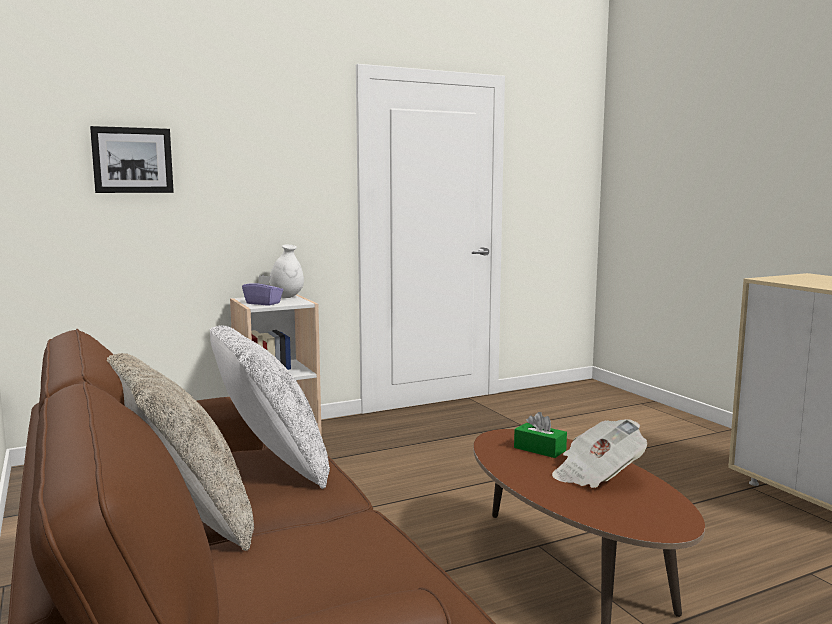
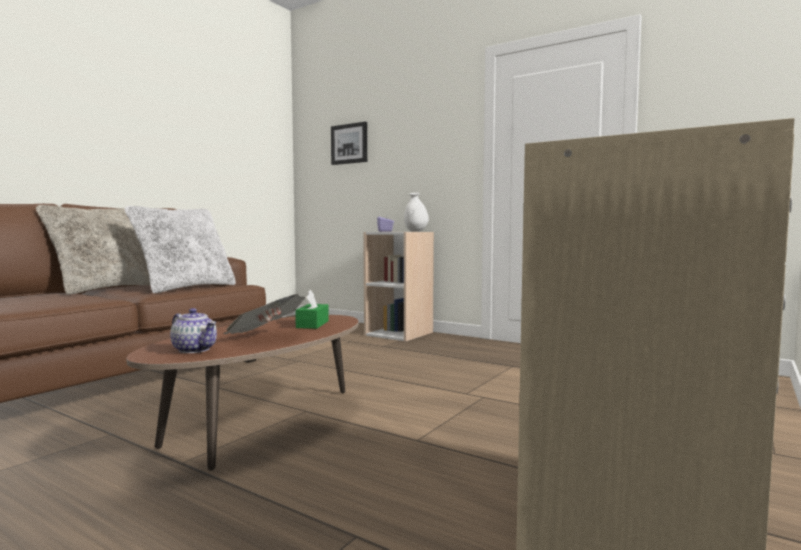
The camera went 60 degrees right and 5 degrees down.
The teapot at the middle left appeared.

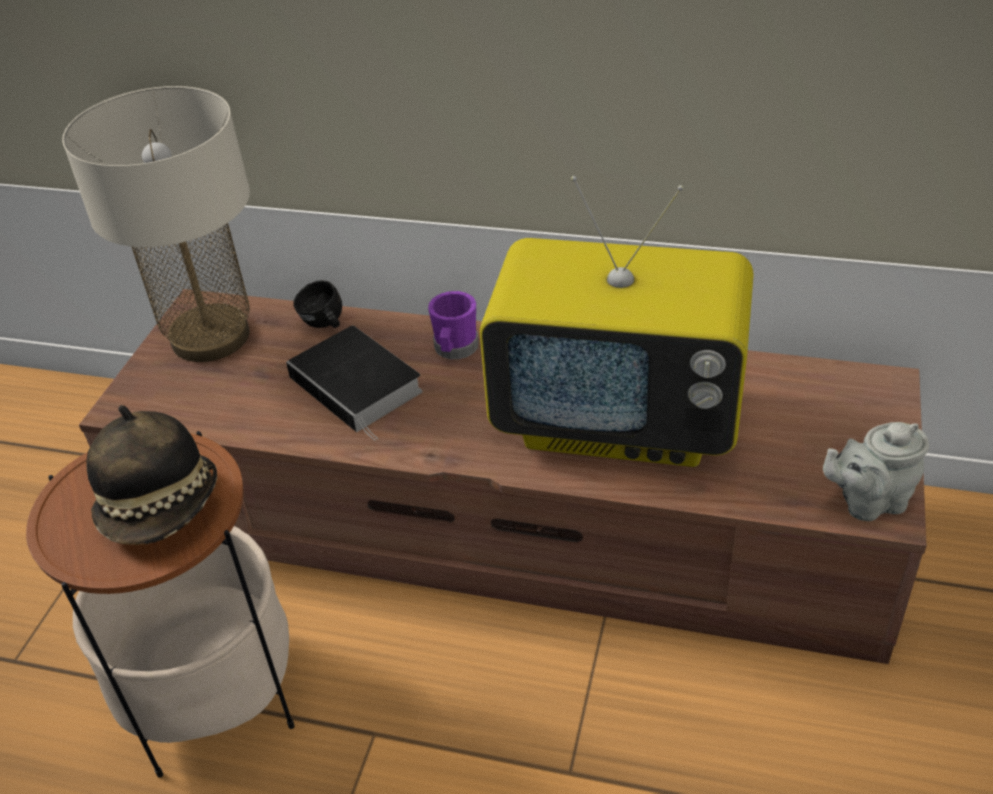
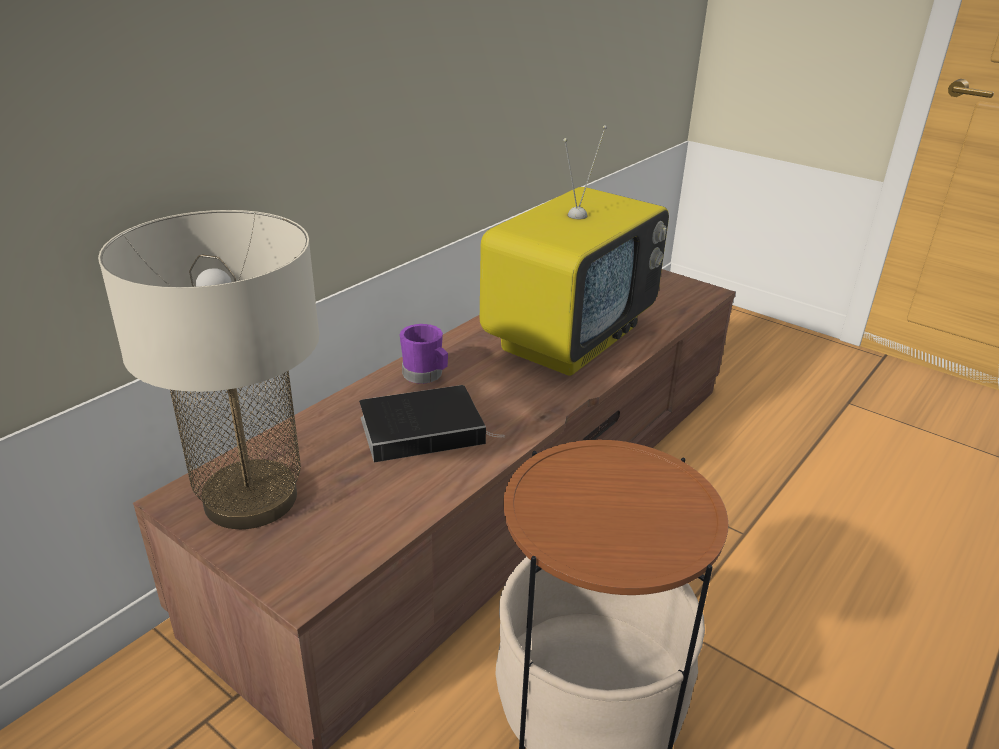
The camera went 70 degrees left and 10 degrees down.
The hat at the middle left disappeared.
The black mug at the middle left disappeared.
The grey teapot at the middle right disappeared.

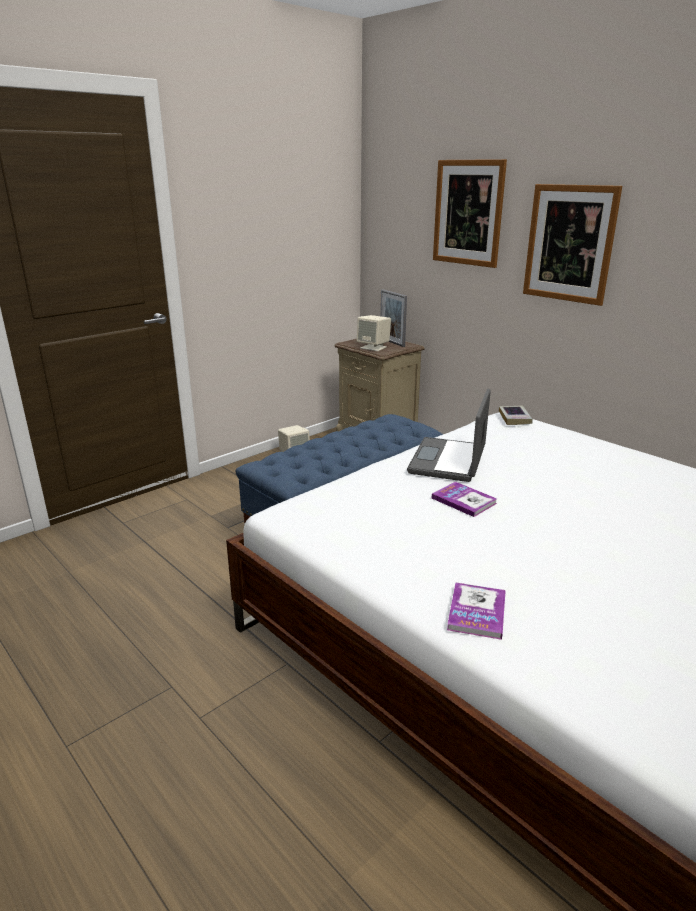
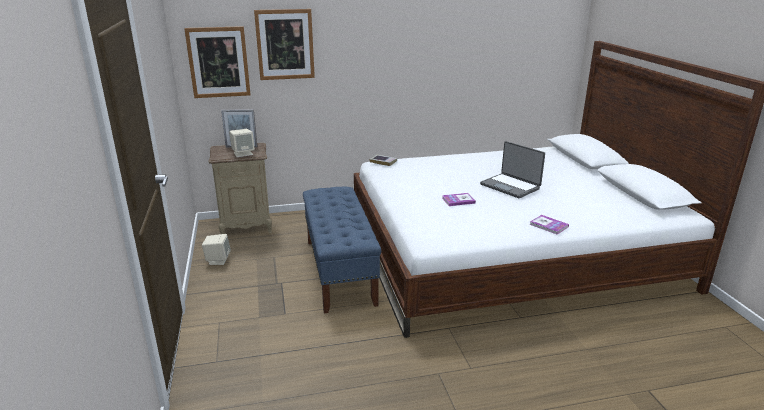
The camera went 60 degrees left and 0 degrees up.
The picture (no. 2 from left in the first image) moved from the top right to the top left.
The laptop moved from the centre to the middle right.

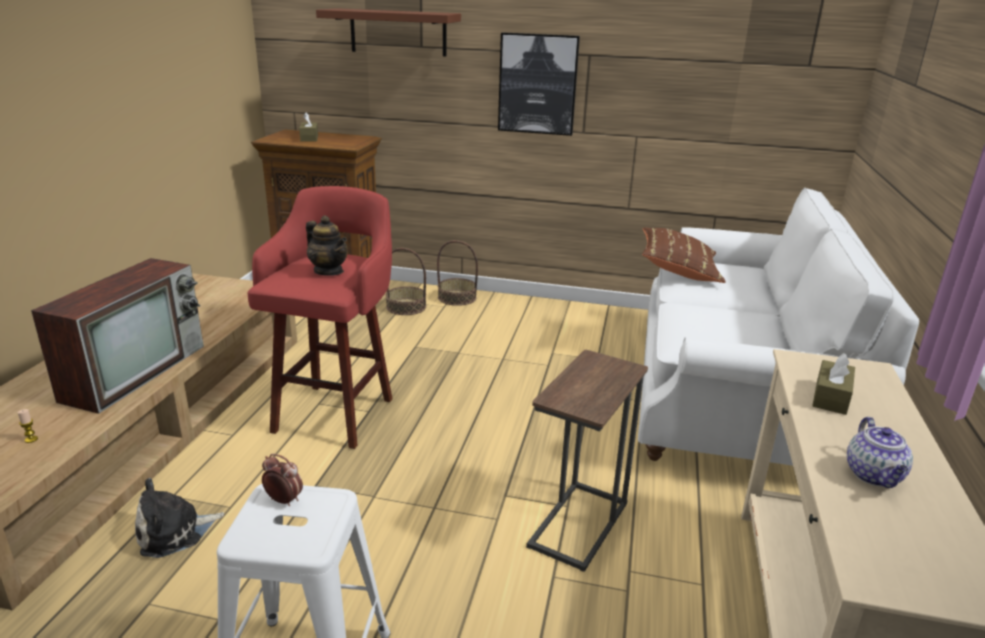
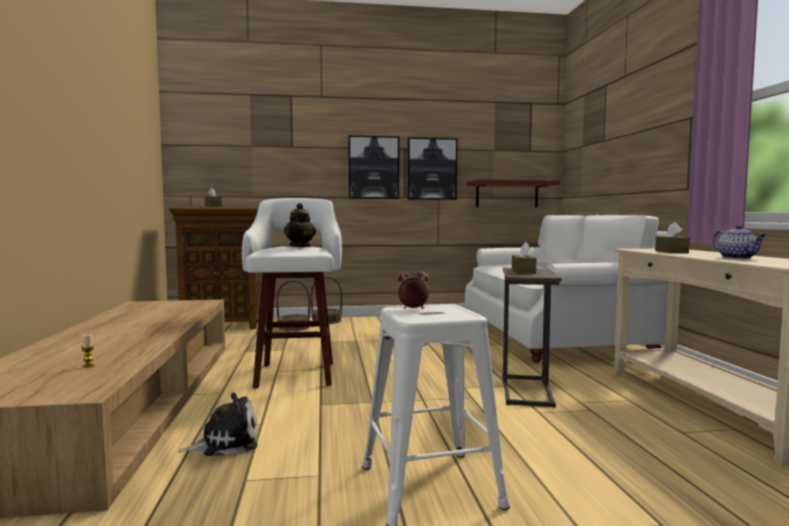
The camera went 20 degrees left and 20 degrees down.
The plush toy at the bottom left turned 150 degrees counterclockwise.
The red stool at the middle left became the white stool (no. 1 from left) at the centre.
The teapot (no. 1 from left) at the middle left turned 75 degrees clockwise.
The picture (no. 2 from left) at the top centre appeared.
The brown shelf moved from the top centre to the centre.
The brown tissue box (no. 2 from left) at the centre appeared.
The television at the middle left disappeared.
The brown pillow at the middle right disappeared.

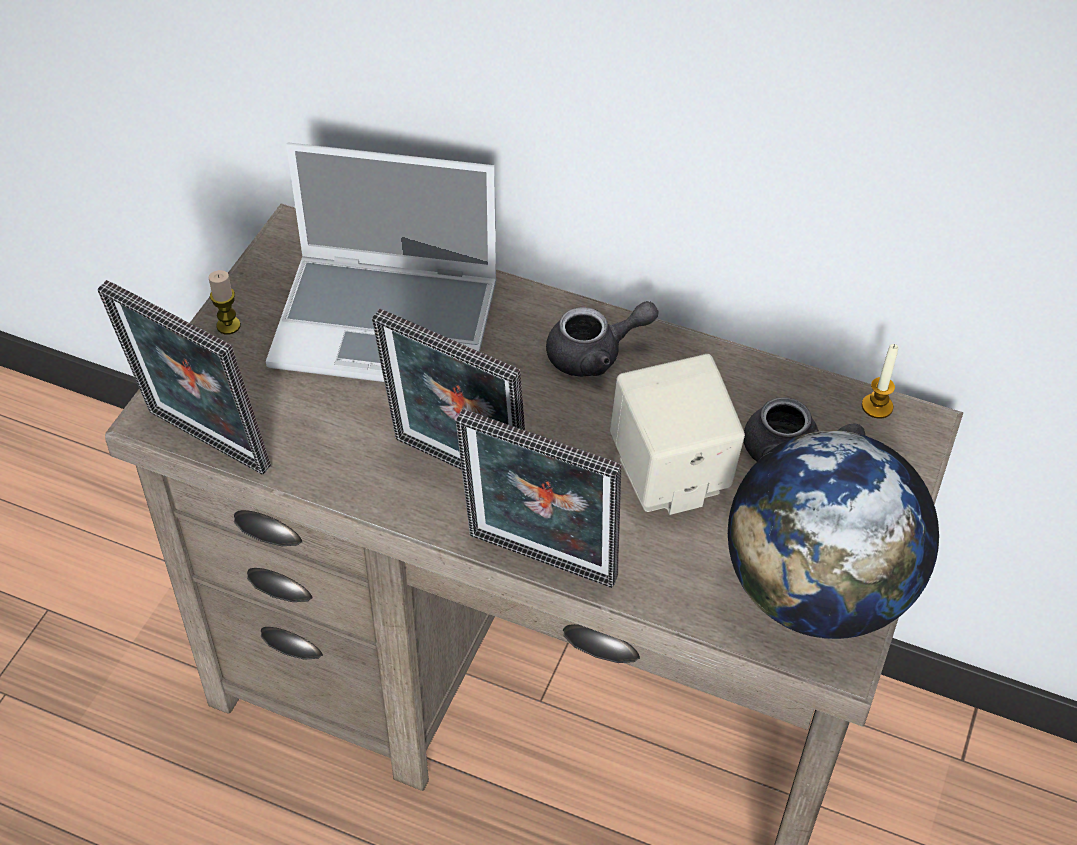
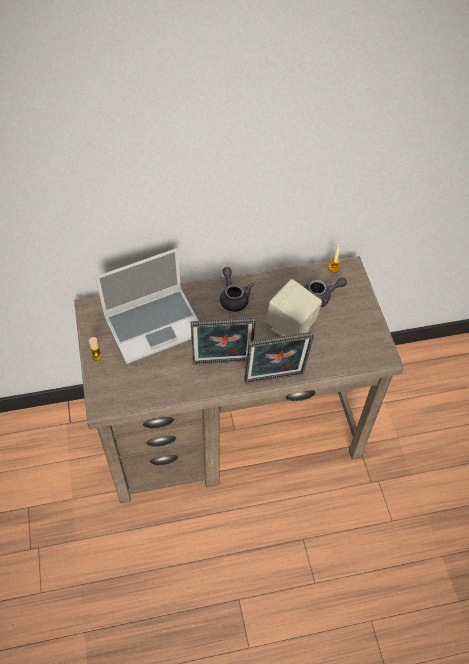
The camera went 35 degrees left and 5 degrees up.
The grey teapot (no. 1 from left) at the centre turned 60 degrees counterclockwise.
The picture frame (no. 1 from left) at the middle left disappeared.
The globe at the middle right disappeared.

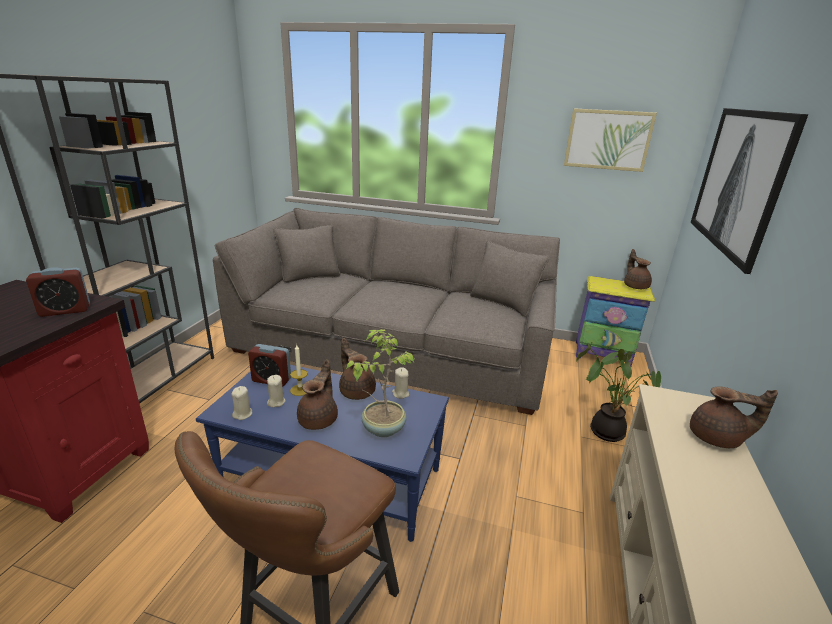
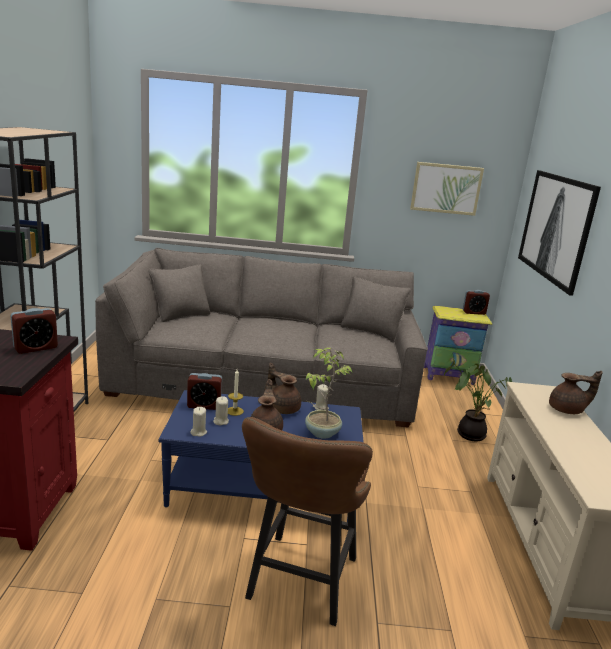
The camera went 15 degrees left and 5 degrees down.
The brown teapot (no. 3 from left) at the middle right was replaced by the alarm clock (no. 3 from left) at the middle right.

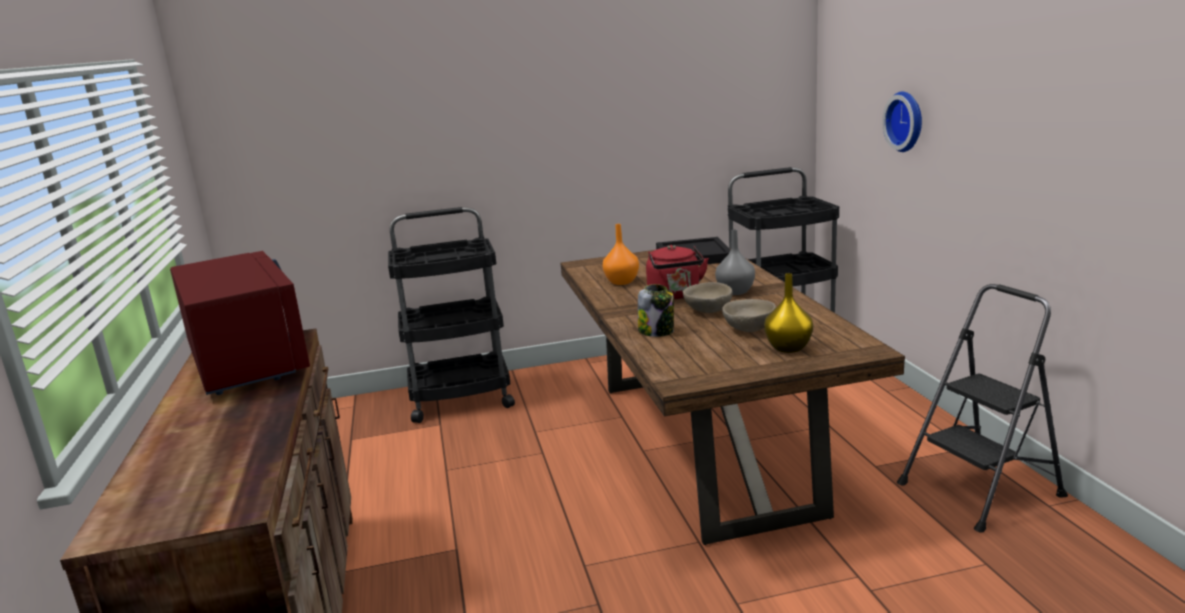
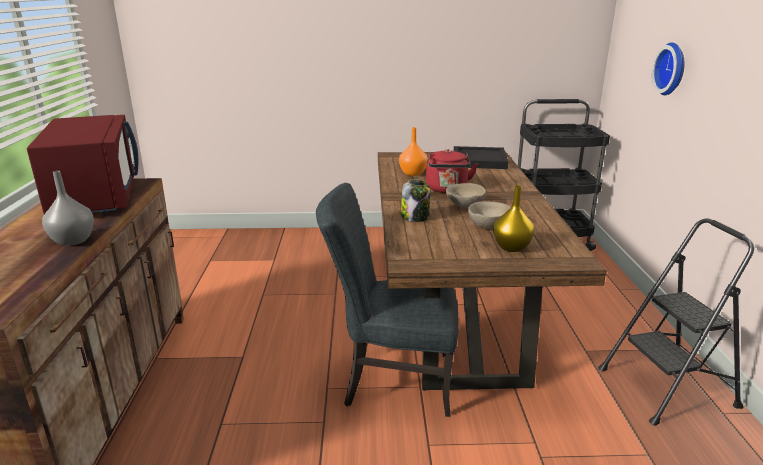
The camera went 10 degrees right and 5 degrees up.
The grey vase moved from the centre to the middle left.
The grey chair at the centre appeared.
The black cart (no. 1 from left) at the centre disappeared.

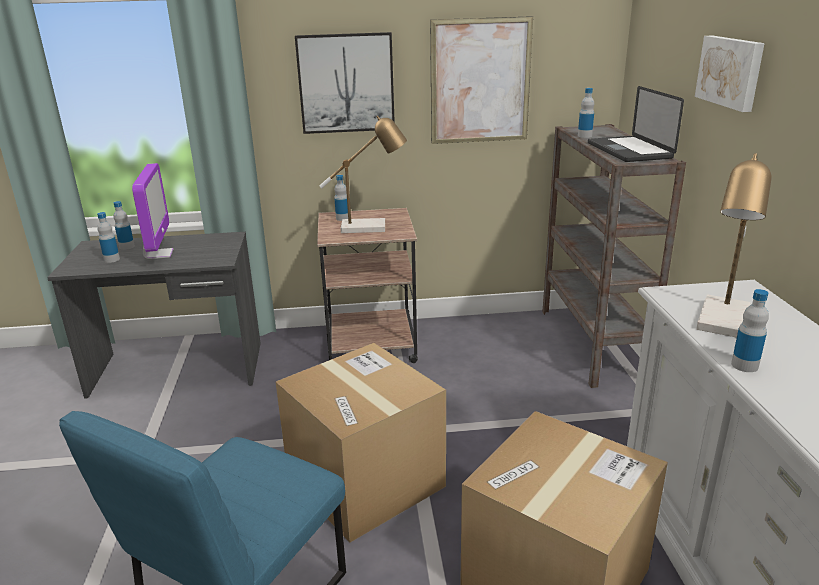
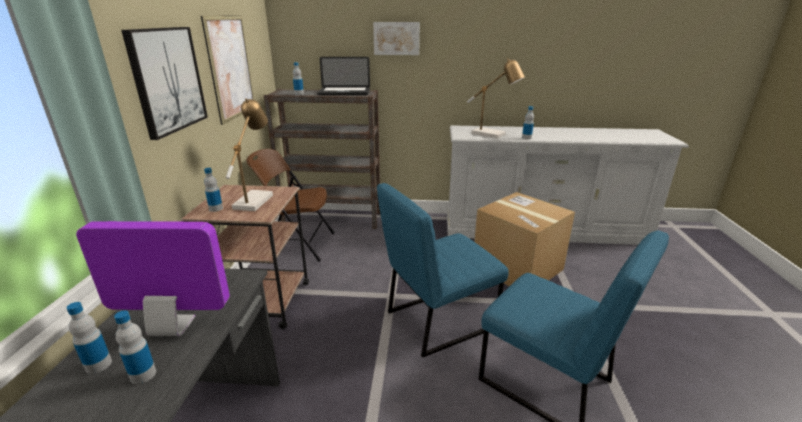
The camera went 80 degrees left and 0 degrees up.
The brown chair at the centre appeared.
The cardboard box (no. 1 from left) at the bottom centre was replaced by the blue chair (no. 1 from left) at the centre.

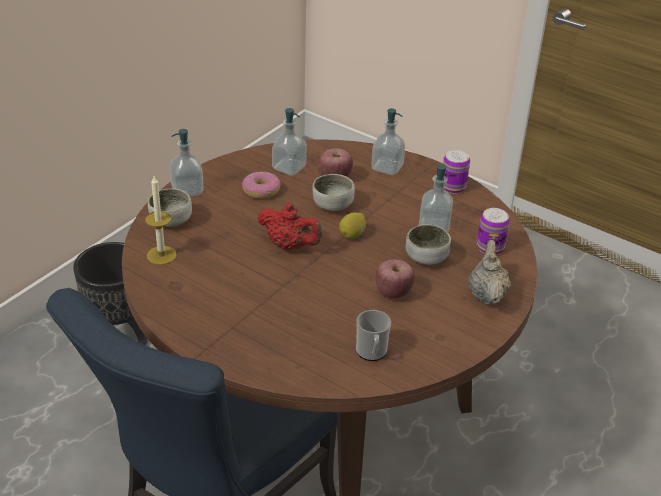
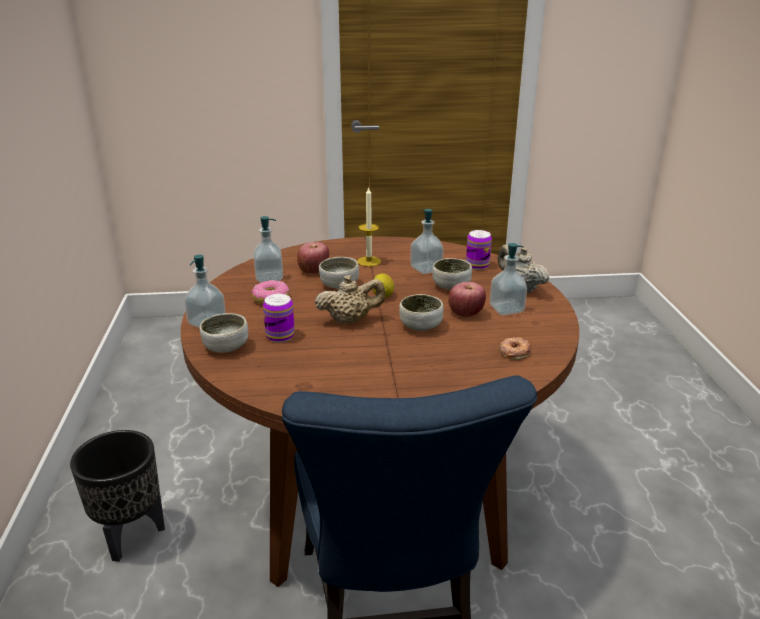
The camera went 40 degrees left and 10 degrees down.
The can (no. 1 from left) moved from the middle right to the centre.
The red teapot at the centre became the beige teapot (no. 1 from left) at the centre.
The candle moved from the middle left to the centre.
The bowl (no. 3 from left) at the centre appeared.
The soap dispenser (no. 3 from left in the first image) moved from the top centre to the middle right.
The mug at the bottom centre was replaced by the donut (no. 2 from left) at the middle right.

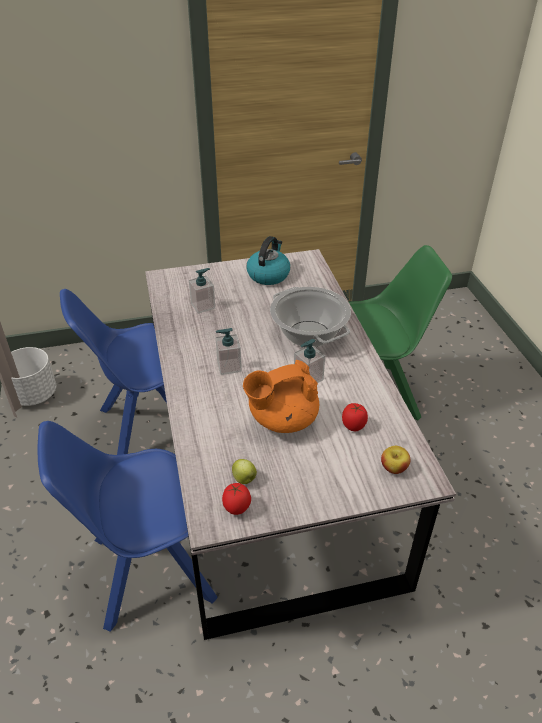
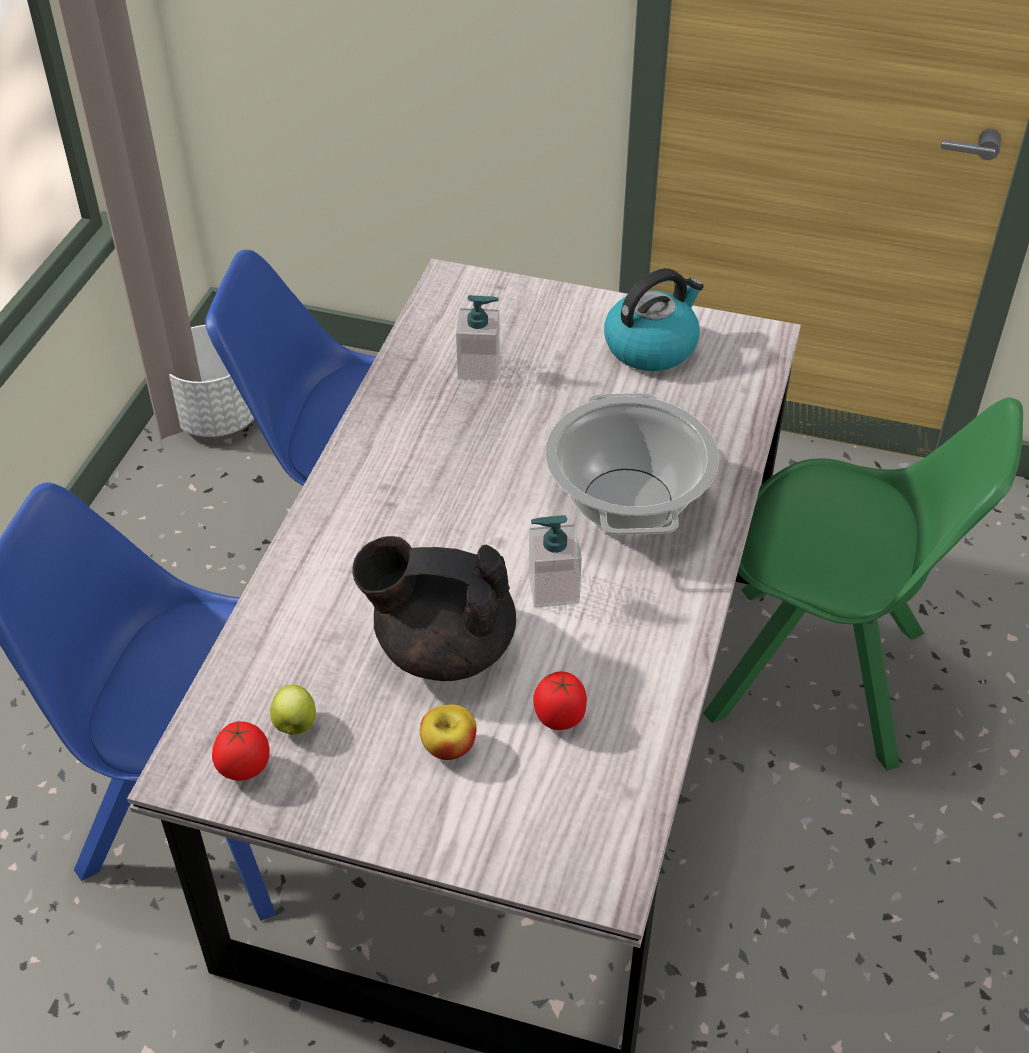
The camera went 30 degrees right and 5 degrees up.
The orange teapot at the centre became the black teapot at the centre.
The apple (no. 2 from left) moved from the middle right to the bottom centre.
The soap dispenser (no. 2 from left) at the centre disappeared.

